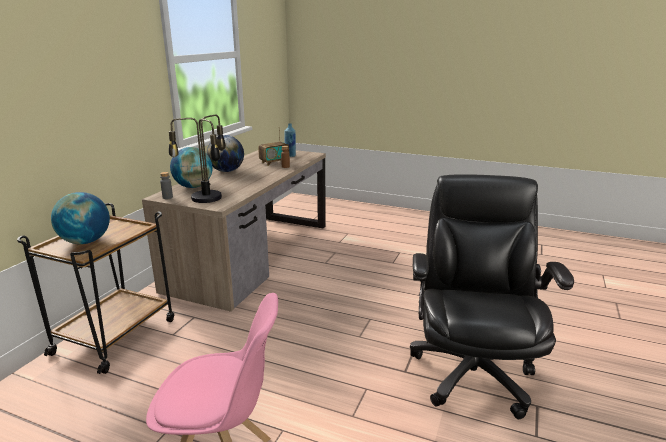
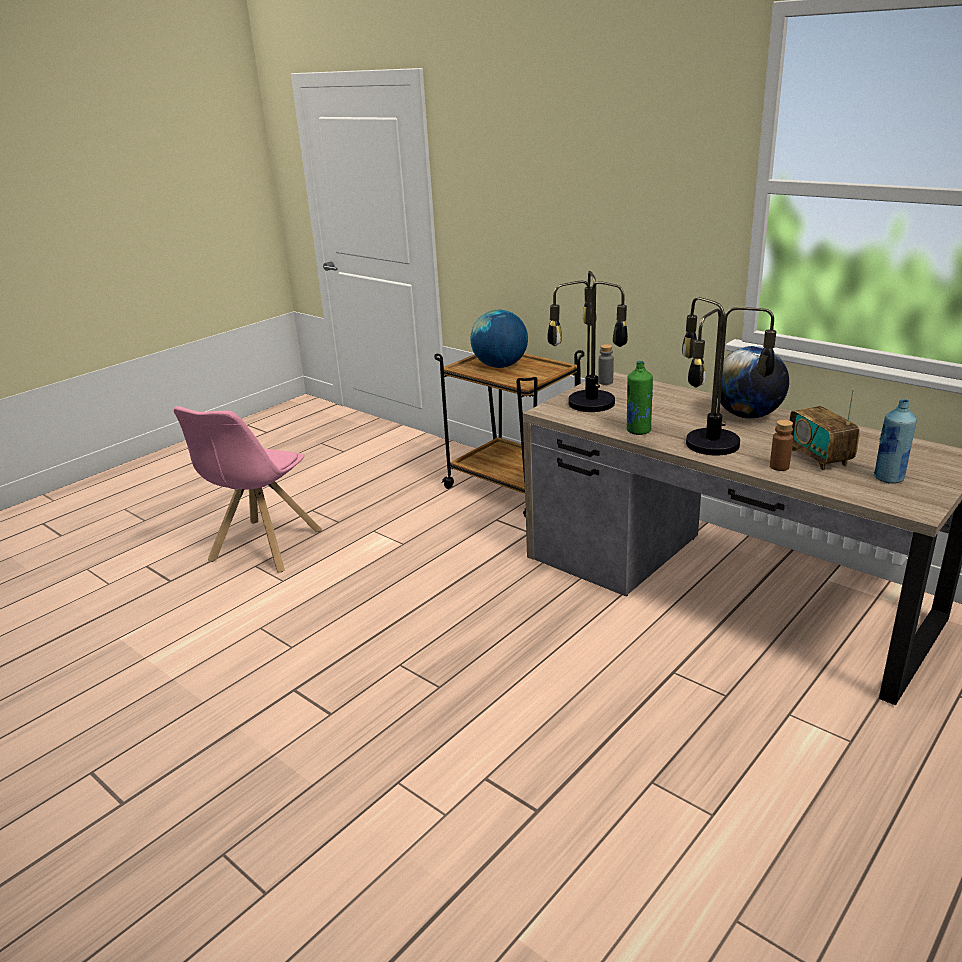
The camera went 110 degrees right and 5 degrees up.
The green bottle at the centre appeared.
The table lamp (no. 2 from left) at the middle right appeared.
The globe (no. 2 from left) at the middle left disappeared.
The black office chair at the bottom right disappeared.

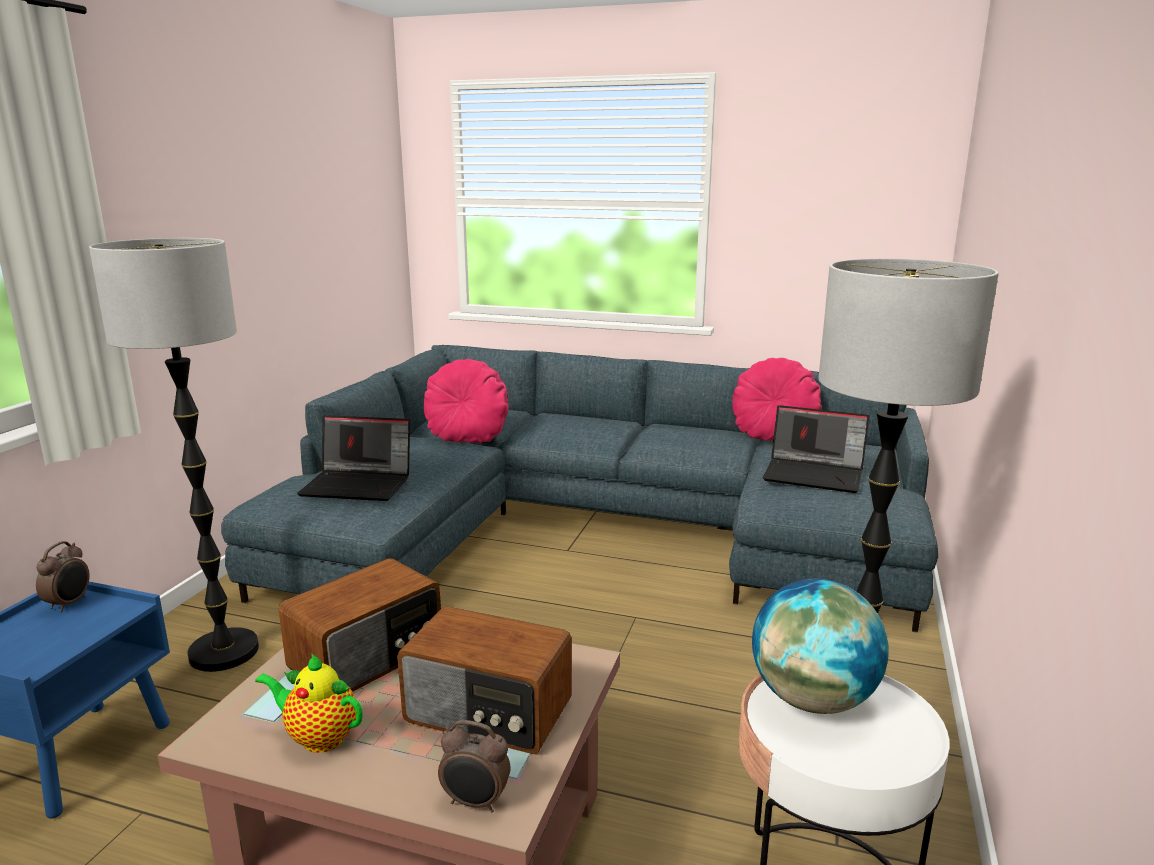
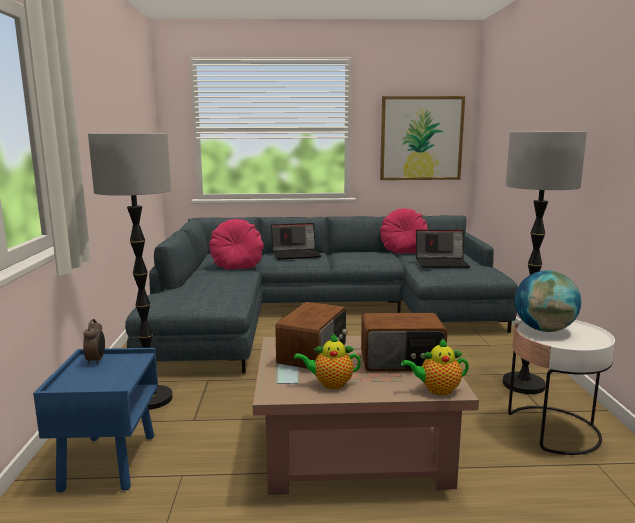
The camera went 20 degrees left and 5 degrees down.
The laptop (no. 1 from left) moved from the middle left to the centre.
The picture at the top centre appeared.
The alarm clock (no. 2 from left) at the bottom centre was replaced by the teapot (no. 2 from left) at the bottom right.

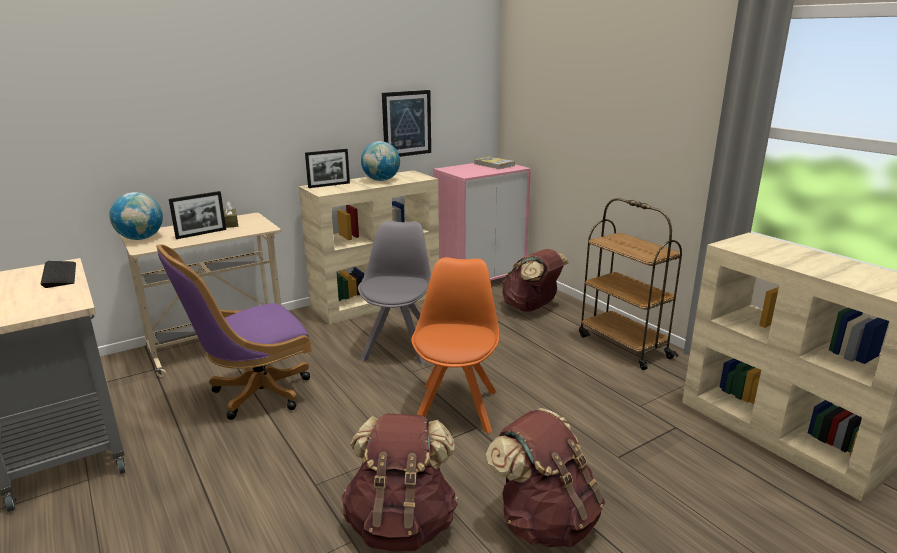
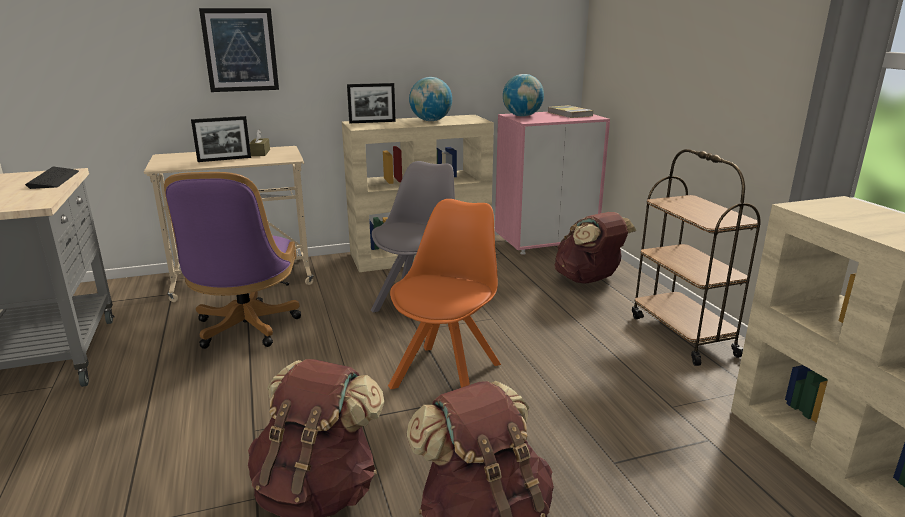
The camera went 15 degrees right and 0 degrees up.
The purple office chair at the middle left turned 75 degrees counterclockwise.
The picture moved from the top centre to the top left.
The globe (no. 1 from left in the first image) moved from the middle left to the top centre.

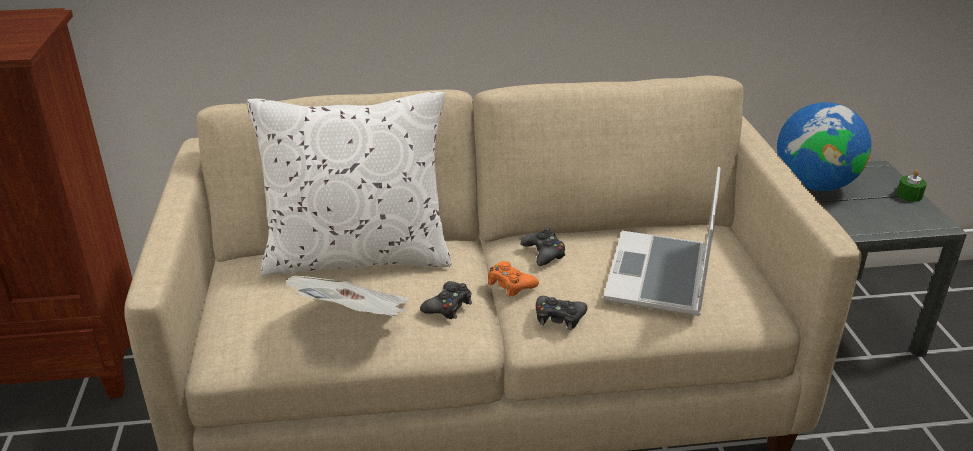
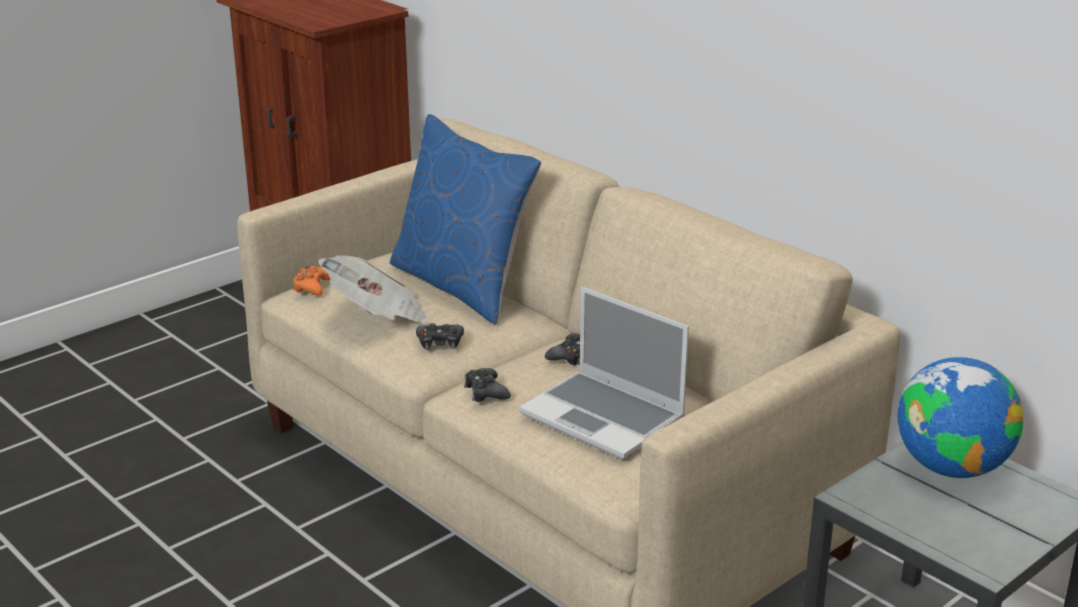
The camera went 55 degrees right and 5 degrees down.
The orange game controller moved from the centre to the middle left.
The white pillow at the centre became the blue pillow at the centre.
The laptop at the middle right turned 120 degrees counterclockwise.
The green candle at the middle right disappeared.

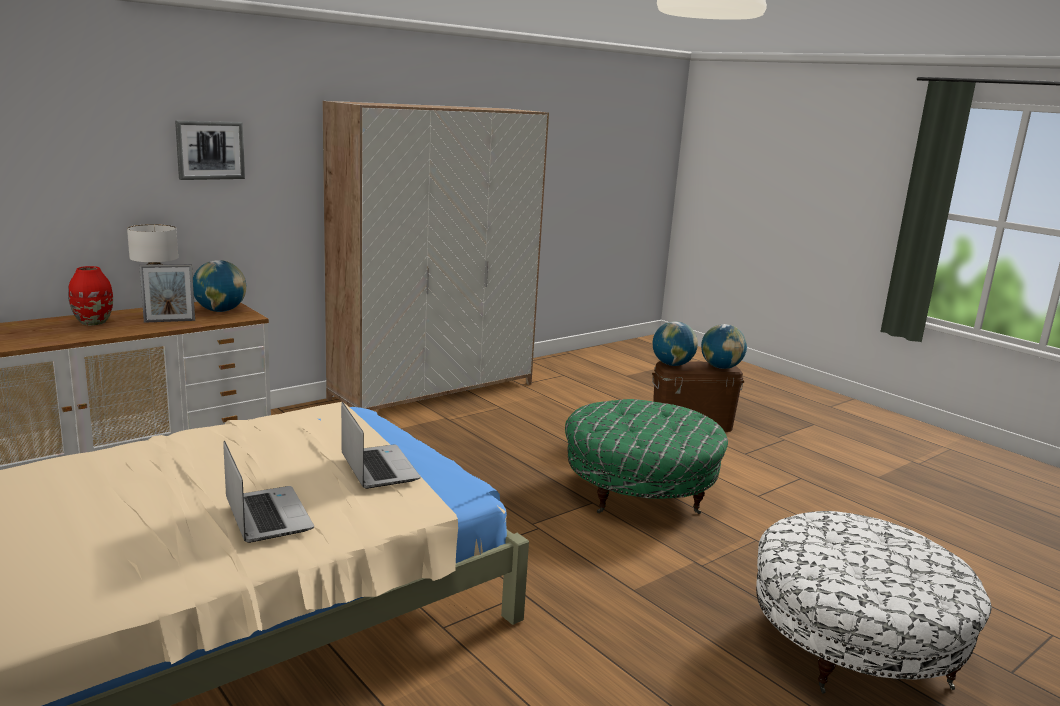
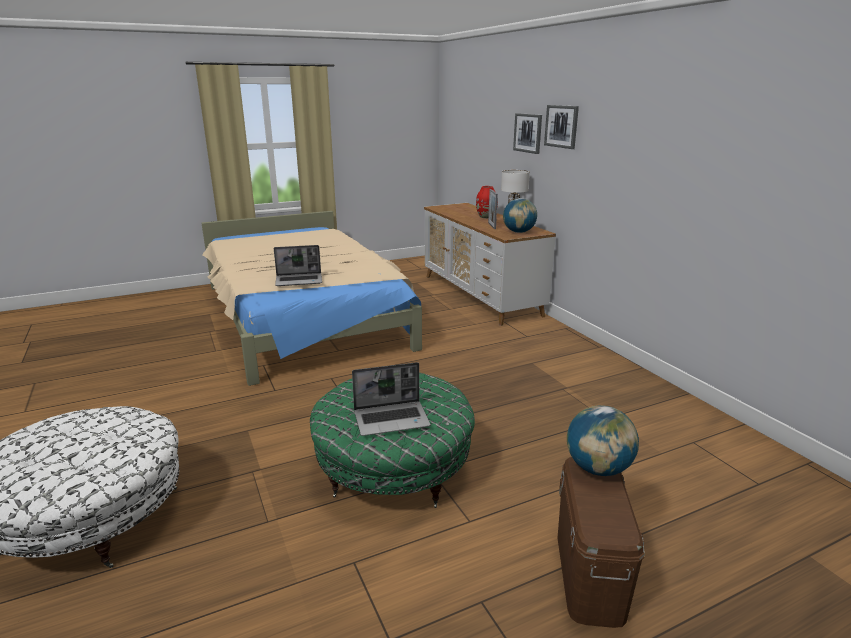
The camera went 105 degrees right and 5 degrees up.
The laptop (no. 1 from left in the first image) moved from the bottom left to the centre.
The picture (no. 1 from left) at the top centre appeared.
The white wardrobe at the centre disappeared.
The globe (no. 3 from left) at the middle right disappeared.

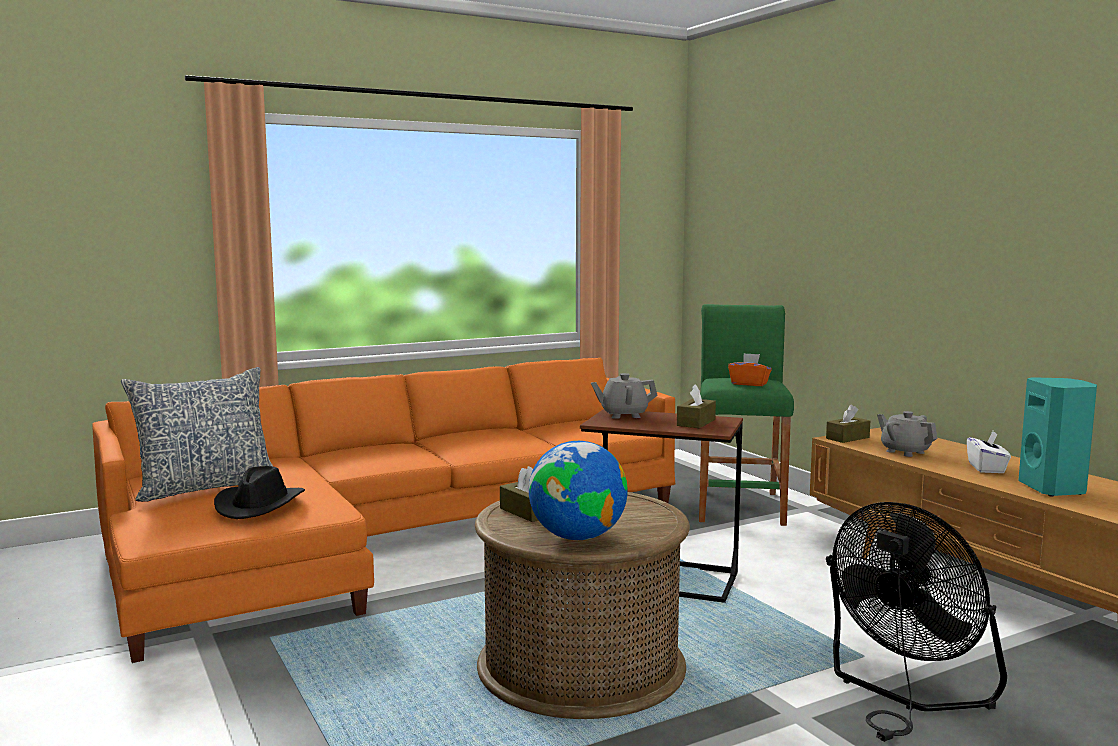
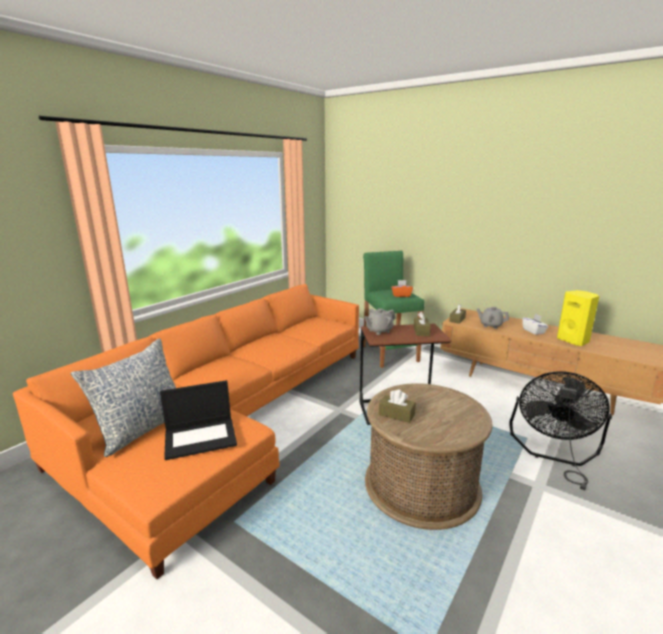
The camera went 25 degrees left and 10 degrees up.
The black hat at the middle left was replaced by the laptop at the middle left.
The turquoise speaker at the middle right became the yellow speaker at the middle right.
The globe at the centre disappeared.

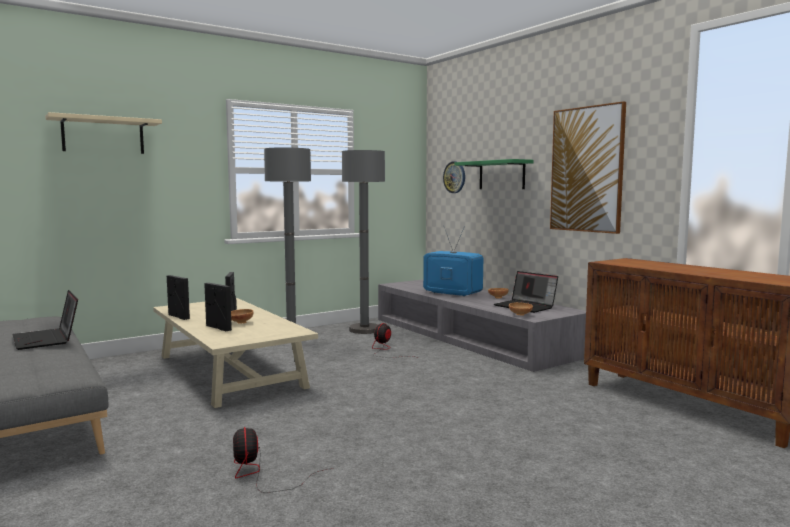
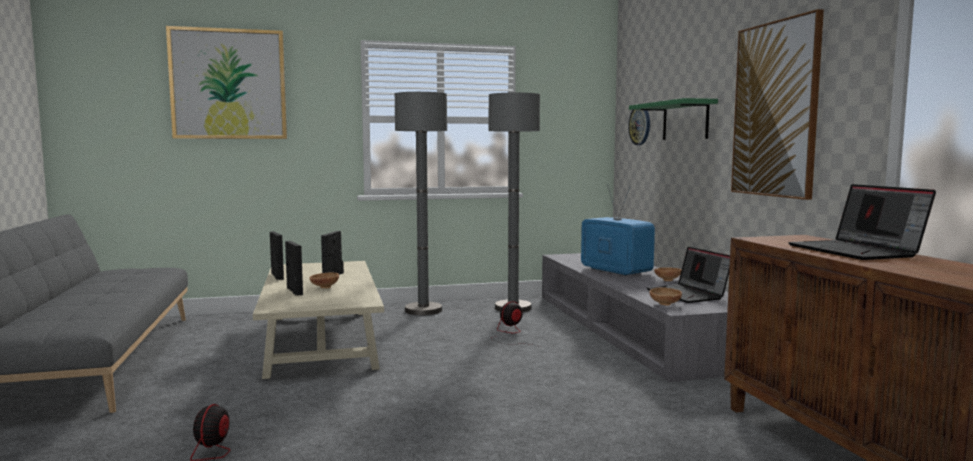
The camera went 20 degrees right and 0 degrees up.
The beige shelf at the top left was replaced by the picture (no. 1 from left) at the top left.
The laptop (no. 1 from left in the first image) moved from the middle left to the middle right.

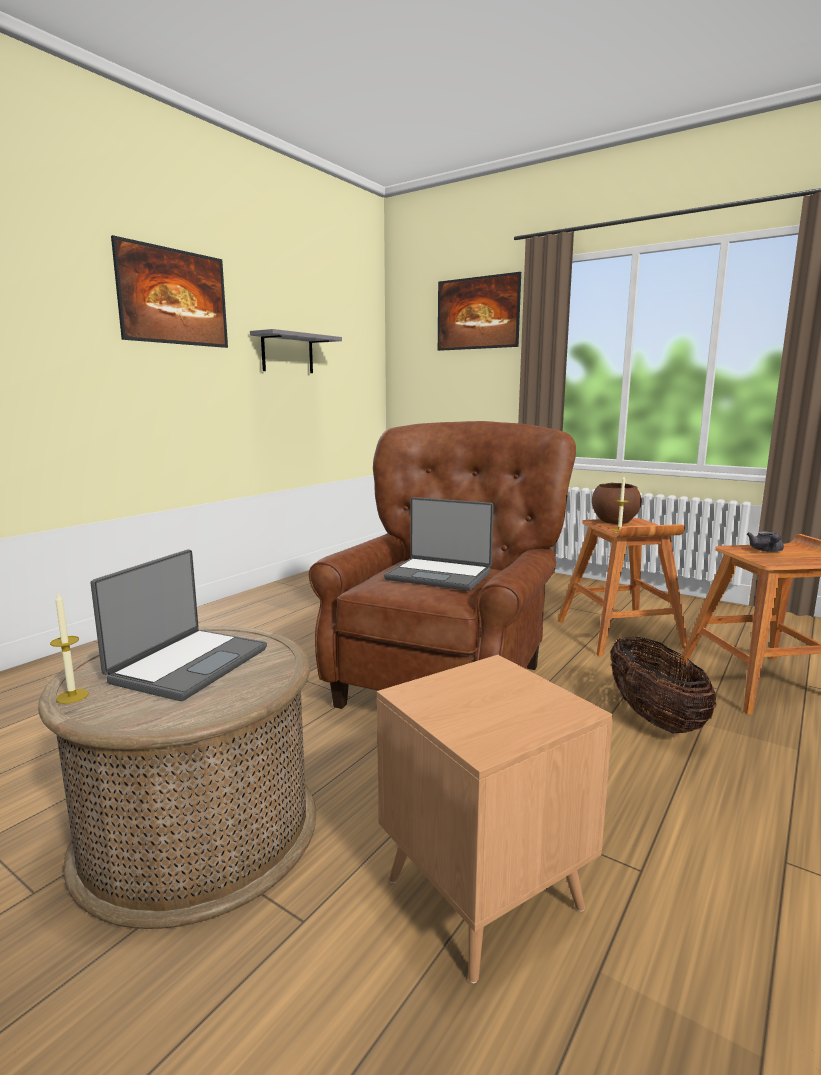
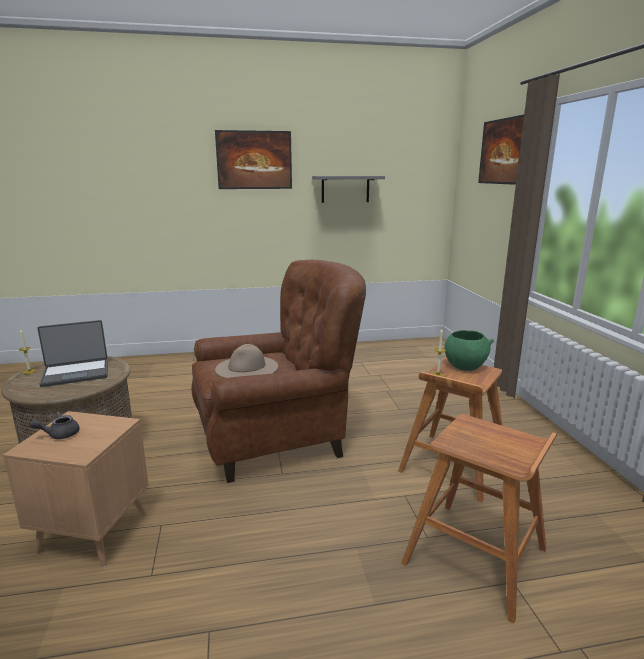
The camera went 45 degrees right and 5 degrees up.
The grey teapot moved from the middle right to the middle left.
The laptop (no. 2 from left) at the centre was replaced by the beige hat at the centre.
The brown bowl at the middle right became the green bowl at the middle right.
The basket at the middle right disappeared.

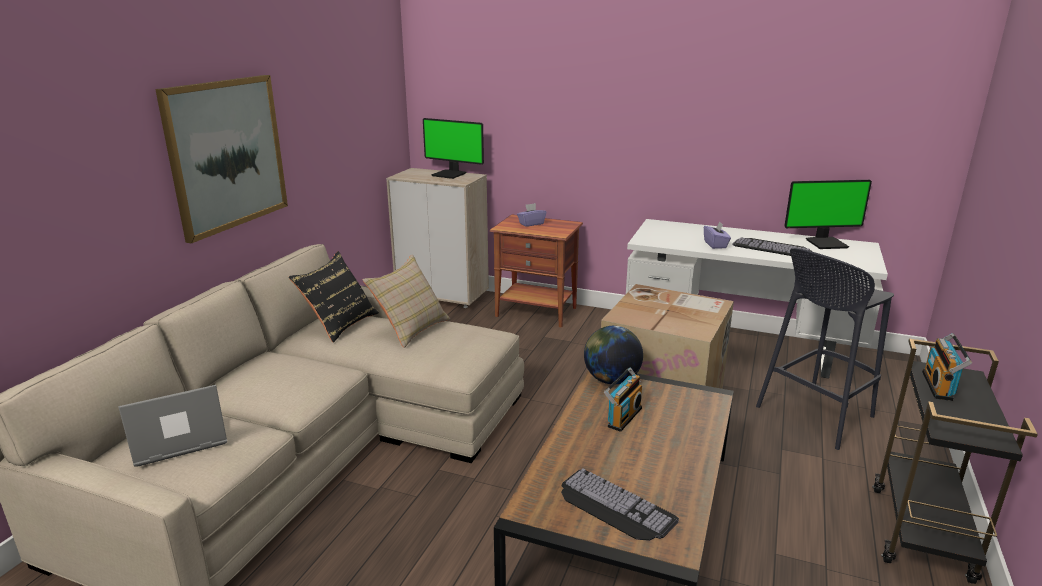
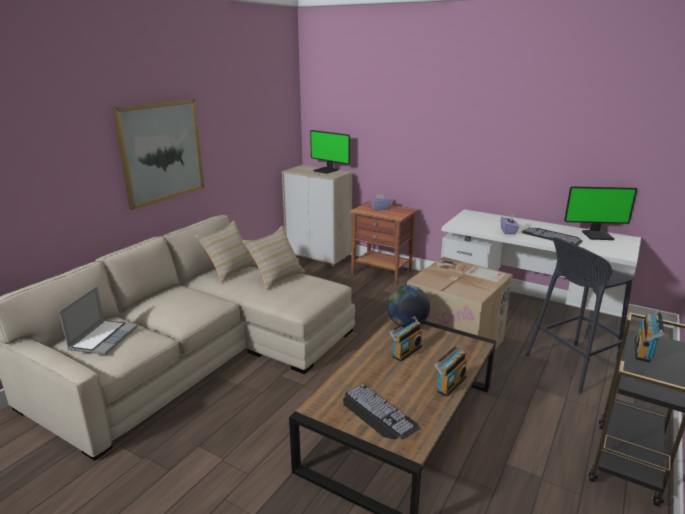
The camera went 10 degrees right and 0 degrees up.
The laptop at the bottom left turned 120 degrees clockwise.
The black pillow at the middle left became the beige pillow (no. 1 from left) at the middle left.
The radio (no. 2 from left) at the bottom centre appeared.

